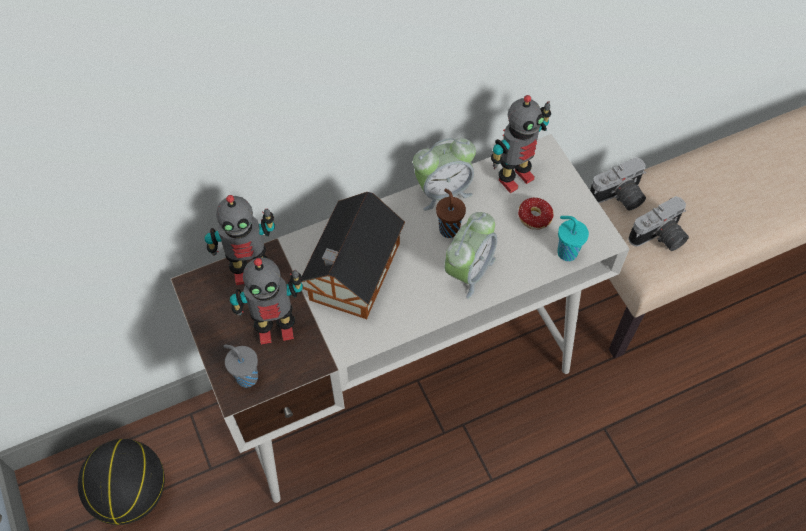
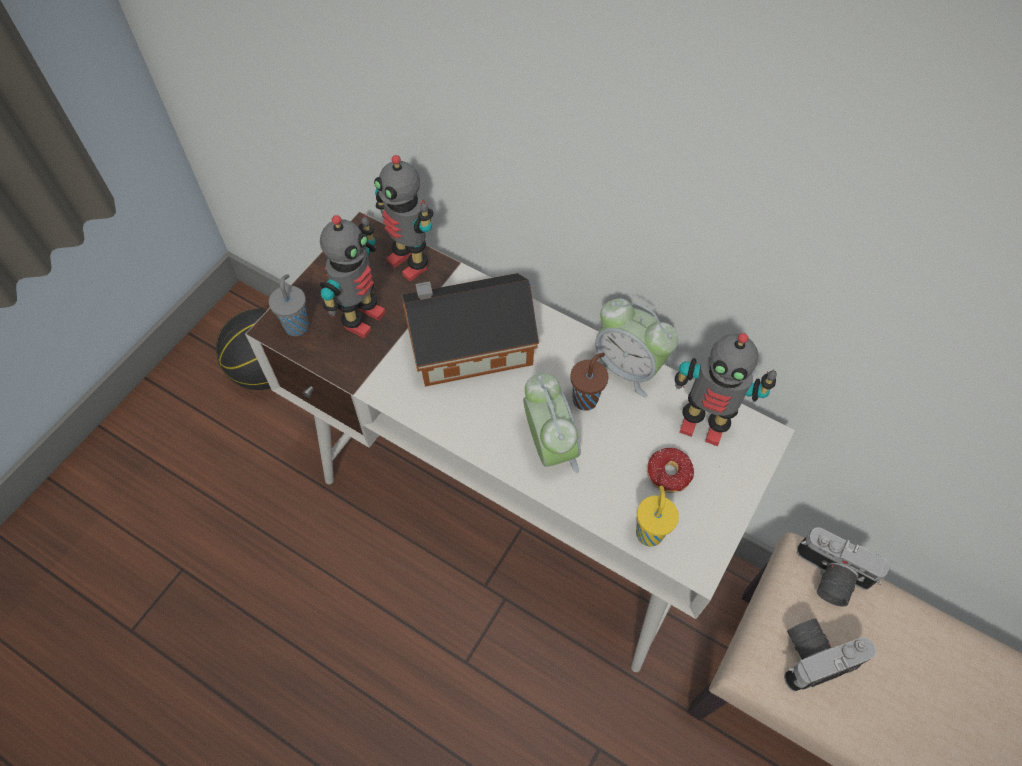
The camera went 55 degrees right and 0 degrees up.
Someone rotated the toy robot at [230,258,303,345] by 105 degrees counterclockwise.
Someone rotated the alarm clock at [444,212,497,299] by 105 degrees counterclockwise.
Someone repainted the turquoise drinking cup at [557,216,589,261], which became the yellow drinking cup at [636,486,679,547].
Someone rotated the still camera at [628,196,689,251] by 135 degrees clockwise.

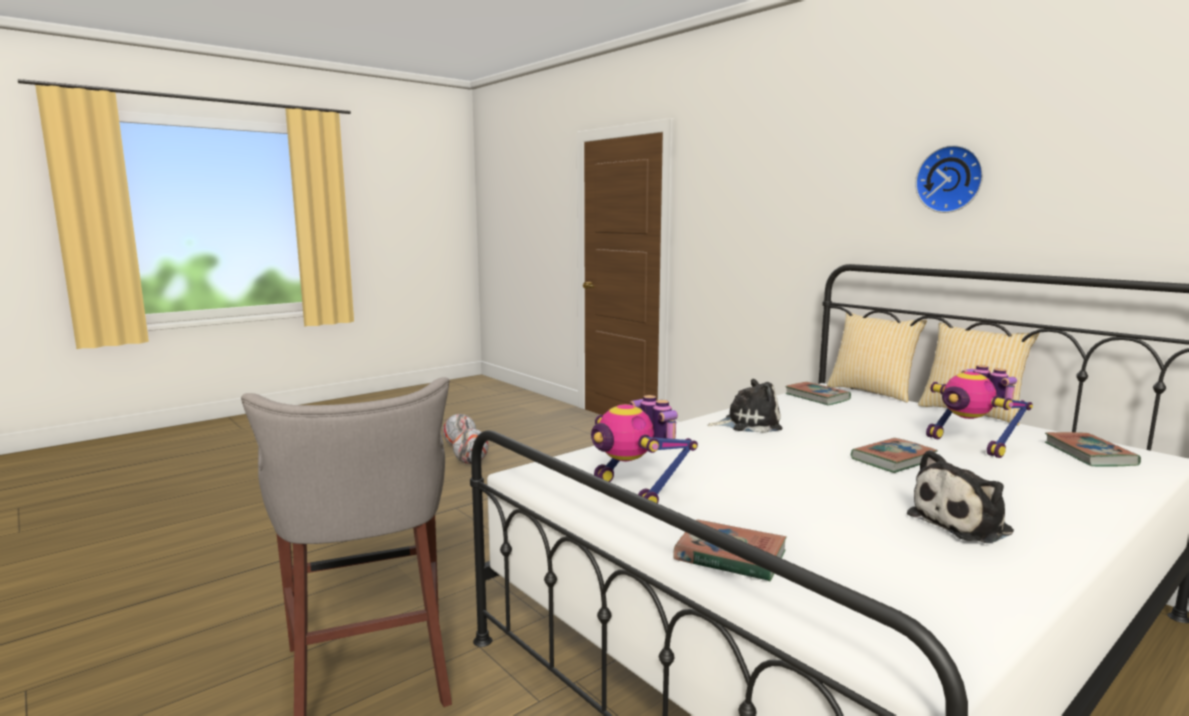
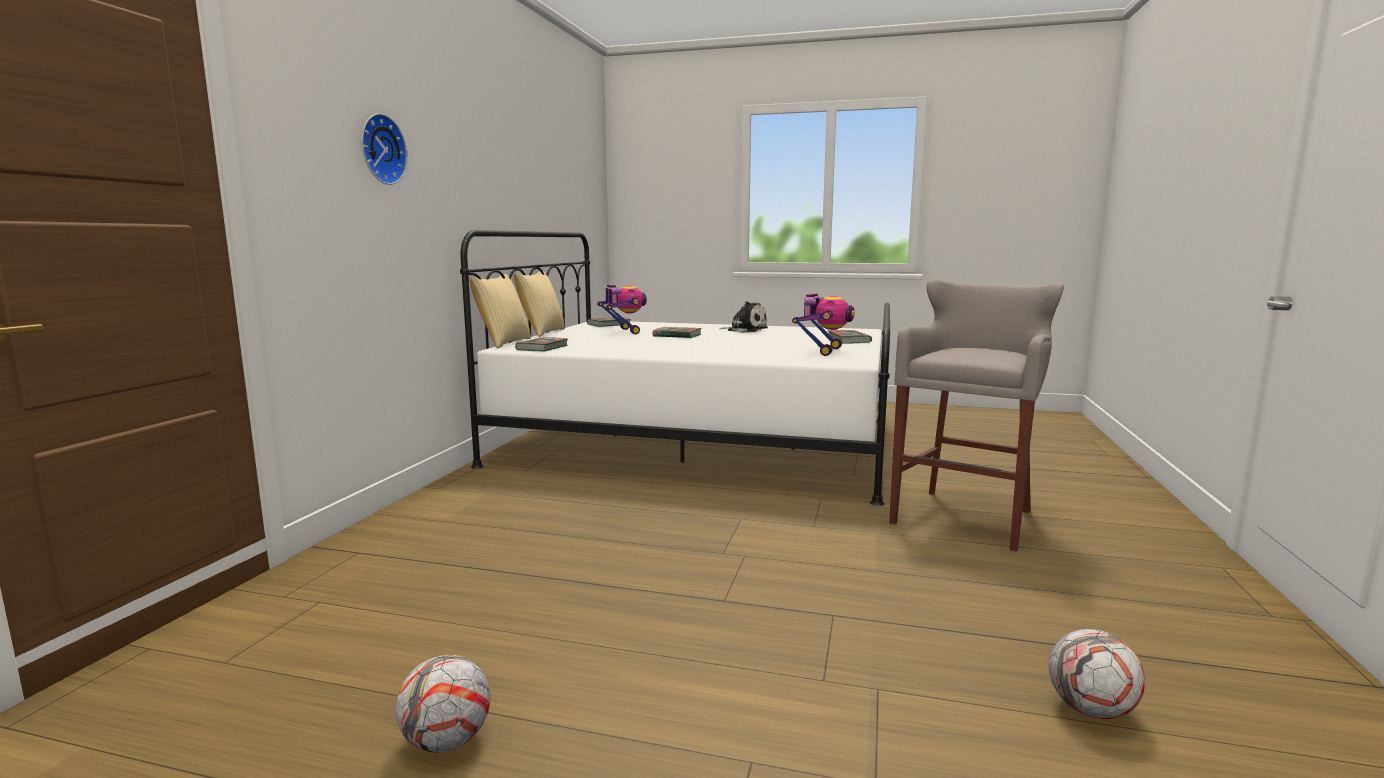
The camera went 125 degrees left and 0 degrees up.
Someone carried the ball for football from [453,428,489,464] to [1049,629,1145,719].
Someone took away the cuddly toy at [707,379,782,433].
Someone carried the clock on the wall from [915,145,983,213] to [361,113,408,185].
Someone rotated the toy robot at [926,365,1033,458] by 45 degrees counterclockwise.

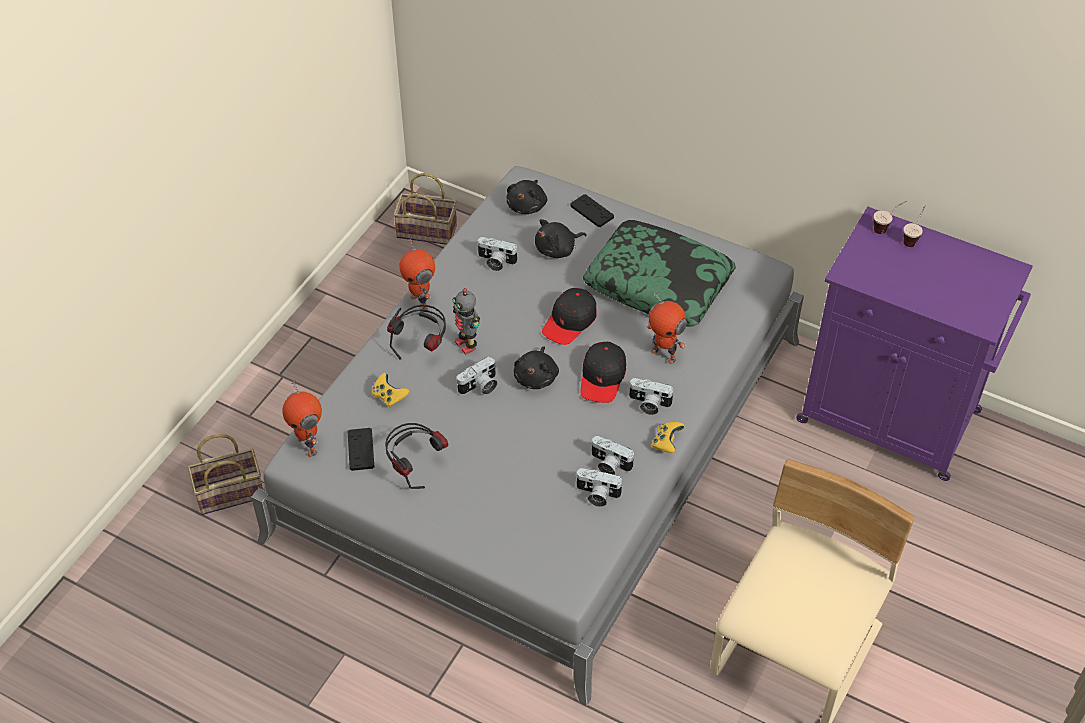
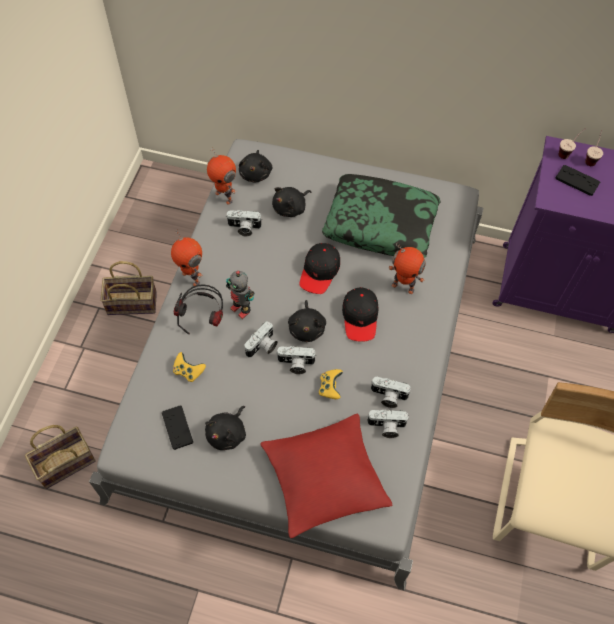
The camera went 15 degrees left and 10 degrees up.
Someone carried the toy robot from [282,381,322,457] to [207,147,236,205].
Someone swapped the headphones at [385,423,448,489] for the blackish cuddly toy at [205,406,246,450].
Someone carried the household basket from [393,173,457,245] to [100,261,157,315].
Someone carried the blackish gamepad from [570,194,614,227] to [556,165,600,196].
Someone carried the still camera from [629,378,674,415] to [276,346,317,374].
Someone carried the yellow gamepad from [652,422,685,453] to [319,369,343,399].
Someone put down the red-coloured cushion at [260,413,393,538].

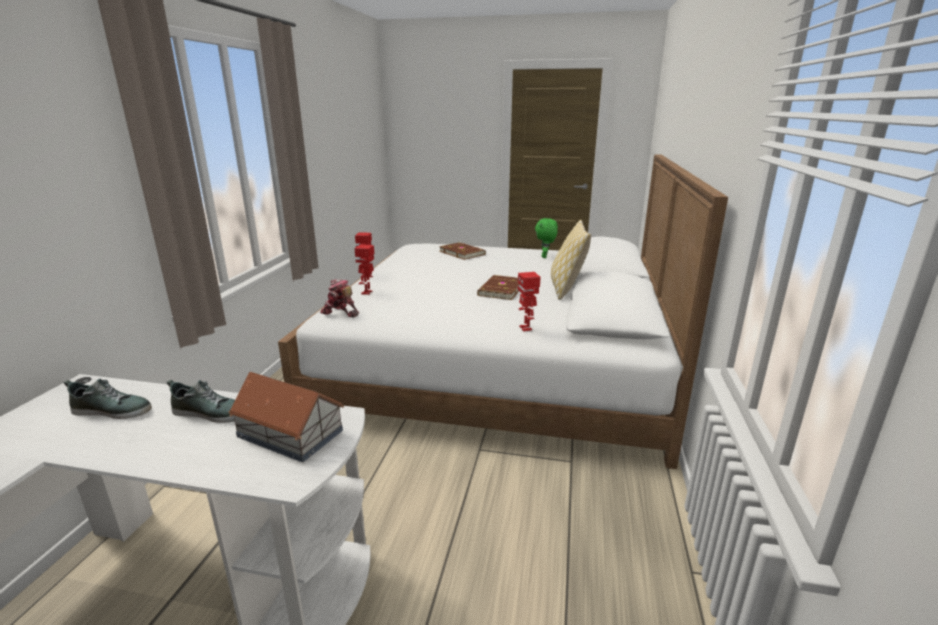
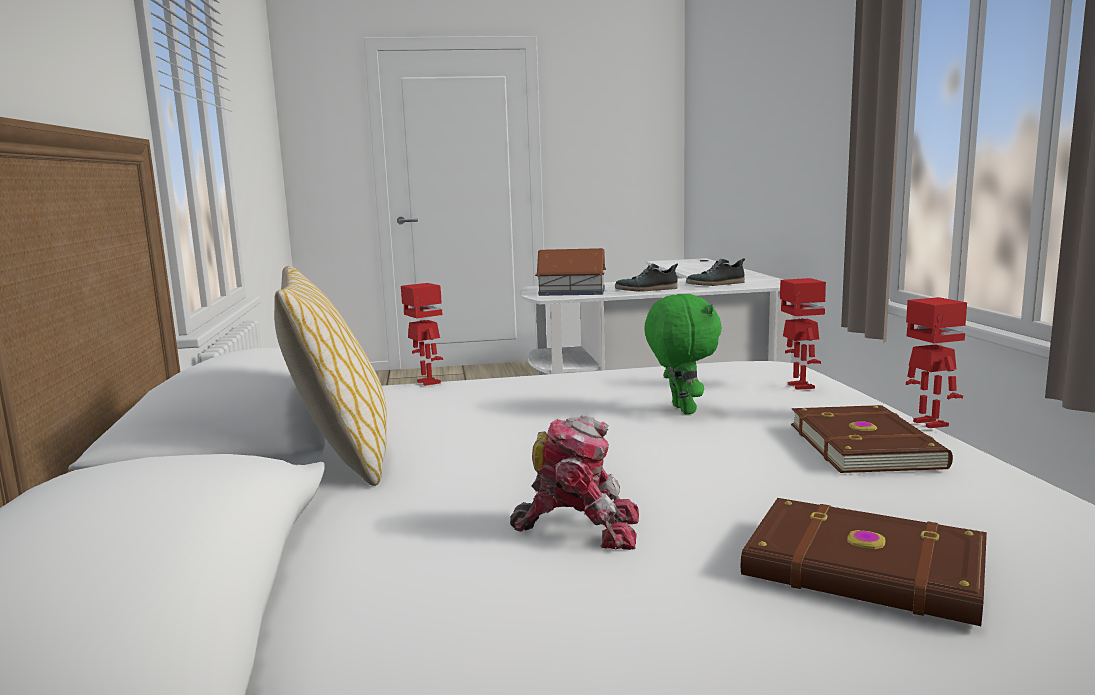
The camera went 160 degrees right and 10 degrees down.
Someone carried the toy robot from [320,279,359,318] to [510,416,639,550].
Someone carried the brown-coloured volume from [477,275,519,300] to [791,405,953,473].
Someone carried the greenish cuddly toy from [535,218,558,258] to [644,294,722,414].

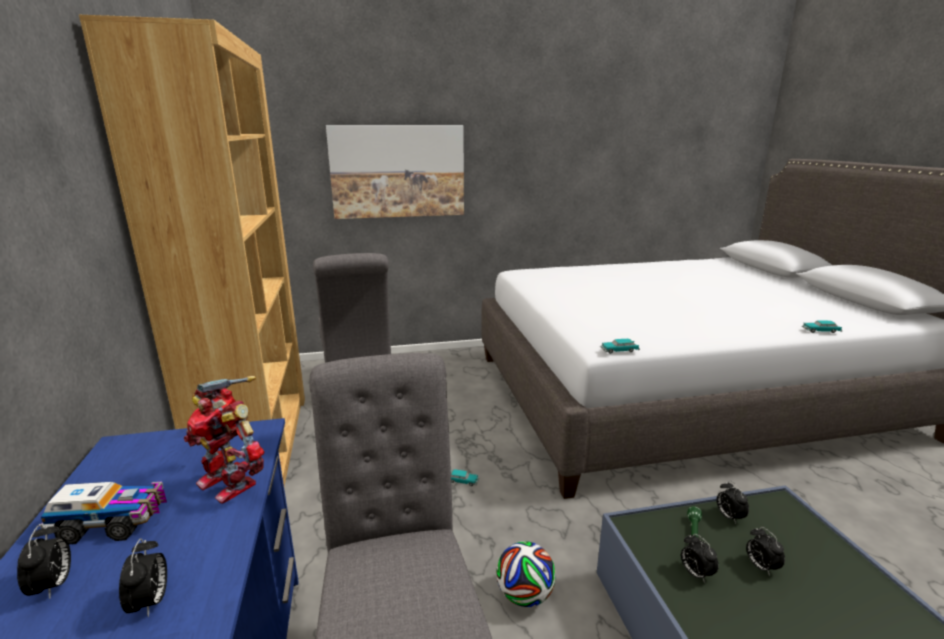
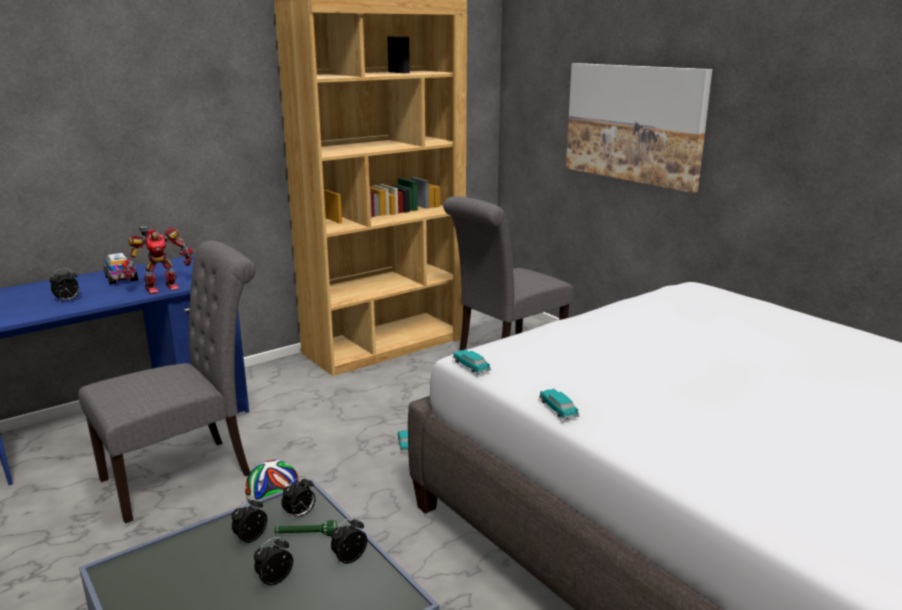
The camera went 65 degrees right and 0 degrees up.
Someone carried the alarm clock from [17,524,71,599] to [281,476,315,520].
Someone rotated the toy robot at [184,376,264,504] by 135 degrees counterclockwise.
Someone carried the toy car from [802,320,842,333] to [539,388,579,420].

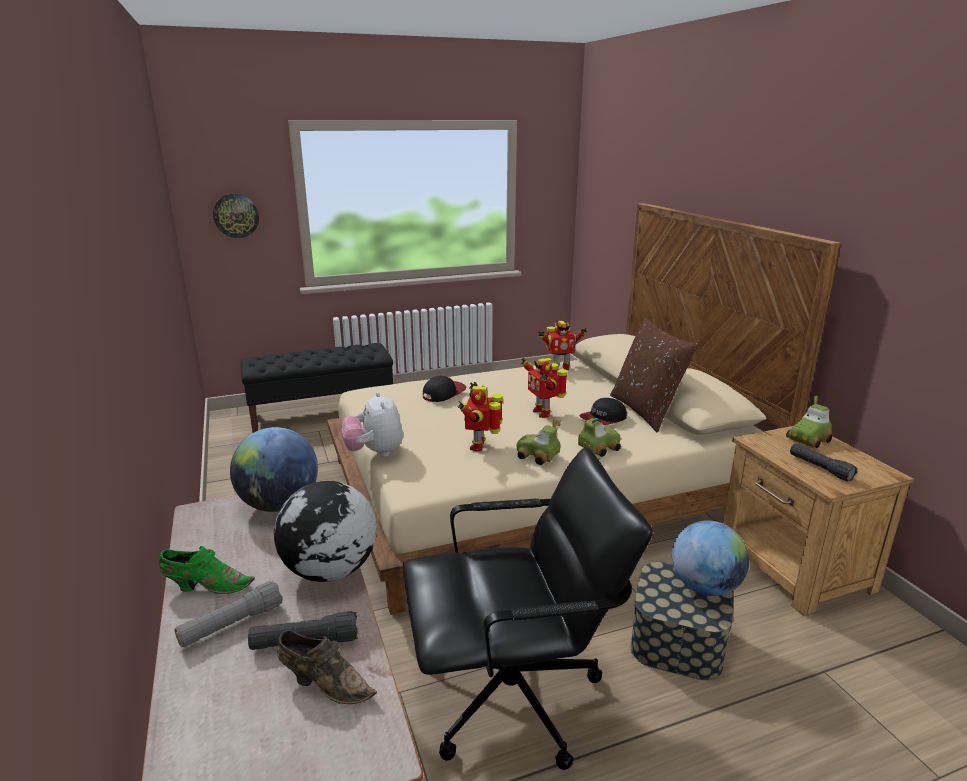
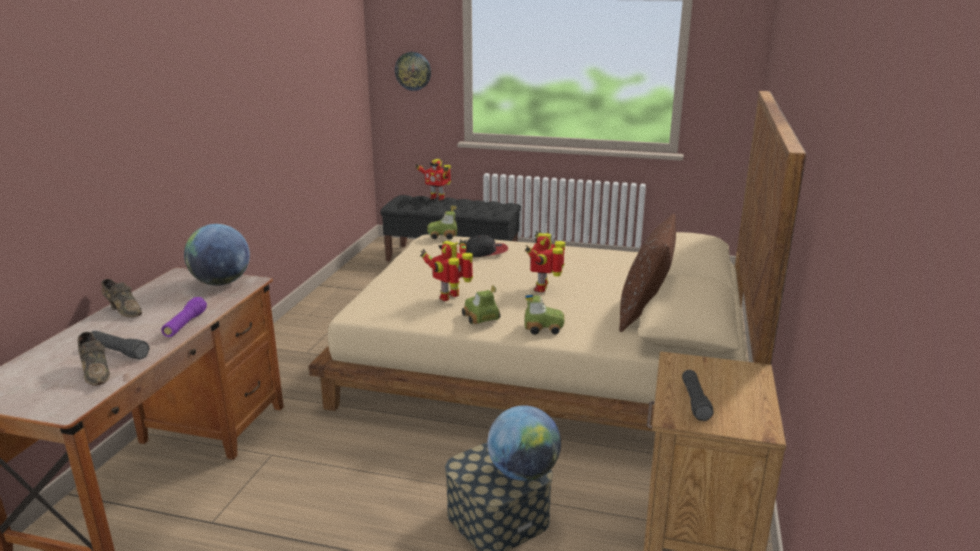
The camera went 35 degrees right and 0 degrees up.
Someone repainted the greenish shoe at [158,546,255,594], which became the brown-coloured shoe at [101,279,142,318].
Someone took away the grey torch at [175,581,283,647].
Someone swapped the globe at [274,481,377,582] for the purplish torch at [162,297,207,337].
Someone took away the cuddly toy at [342,392,403,457].
Someone took away the blackish computer chair at [402,447,653,770].
Someone carried the toy robot from [538,321,587,370] to [415,159,451,200].
Someone took away the cap at [579,398,627,425].
Someone carried the toy car from [786,395,832,448] to [427,205,457,240].

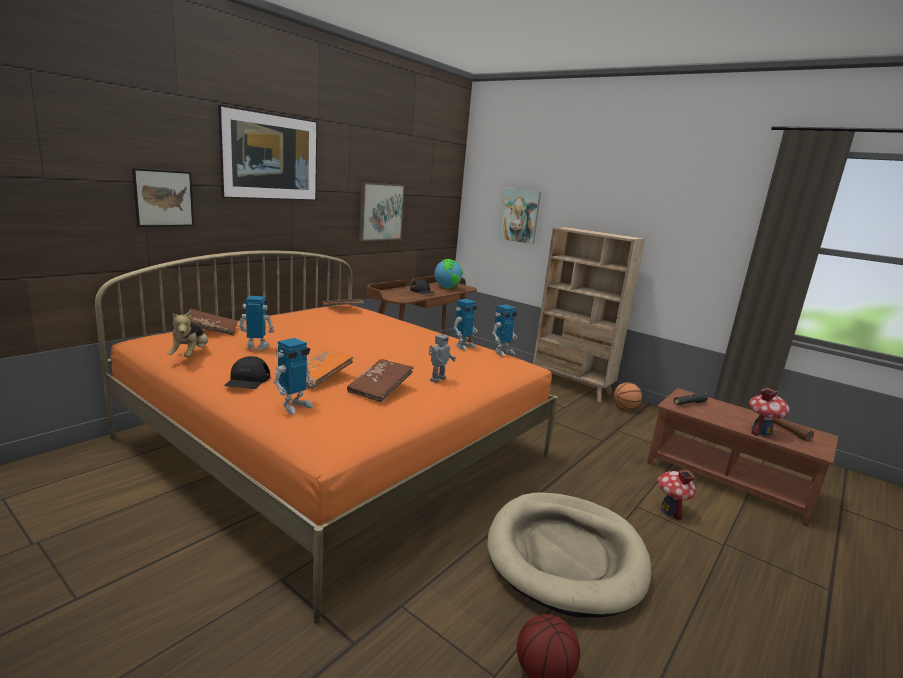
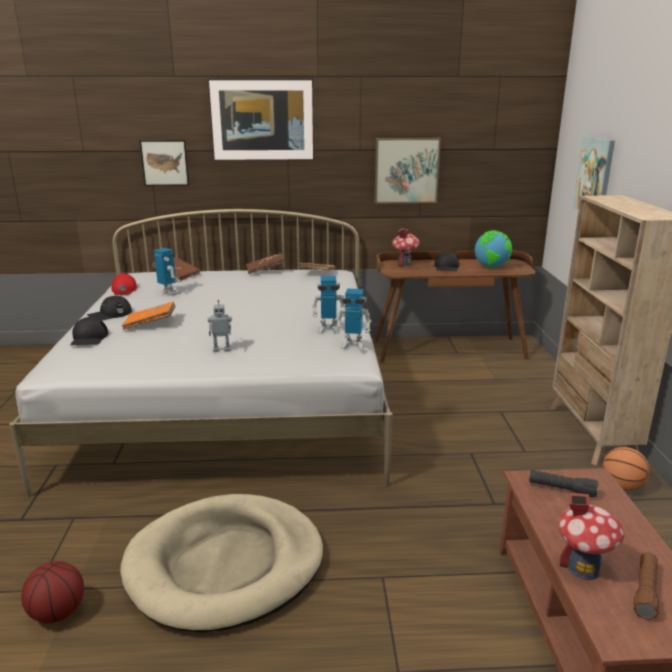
The camera went 50 degrees right and 5 degrees up.
Someone repainted the orangey bedroom bed at [95,250,558,624], which became the white-coloured bedroom bed at [9,209,393,498].
Someone swapped the cuddly toy at [167,310,208,357] for the red-coloured cap at [112,273,137,295].
Someone swapped the toy robot at [273,338,315,415] for the blackish cap at [70,317,108,345].
Someone carried the brown-coloured volume from [347,359,413,402] to [246,253,285,274].
Someone carried the miniature house from [658,470,696,520] to [392,229,420,267].

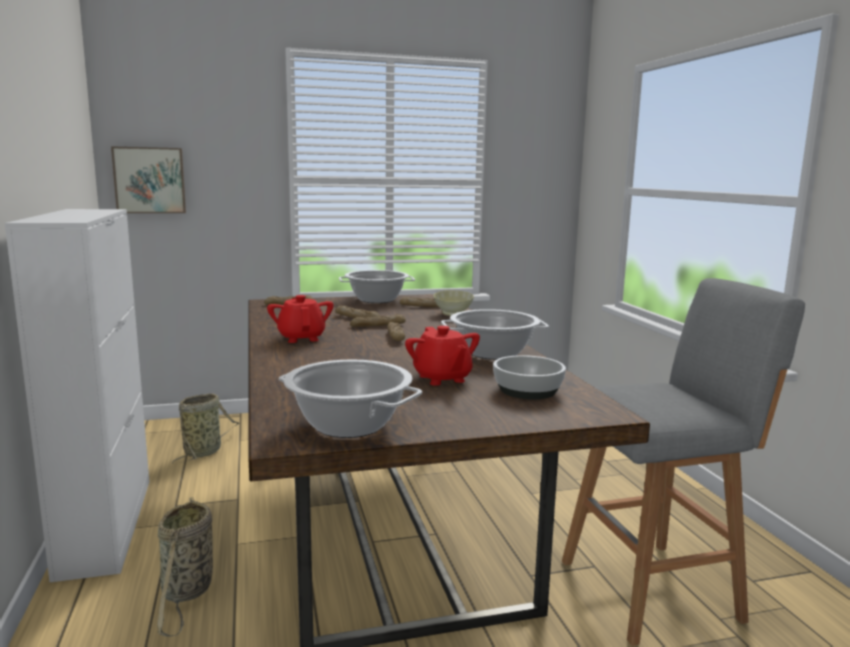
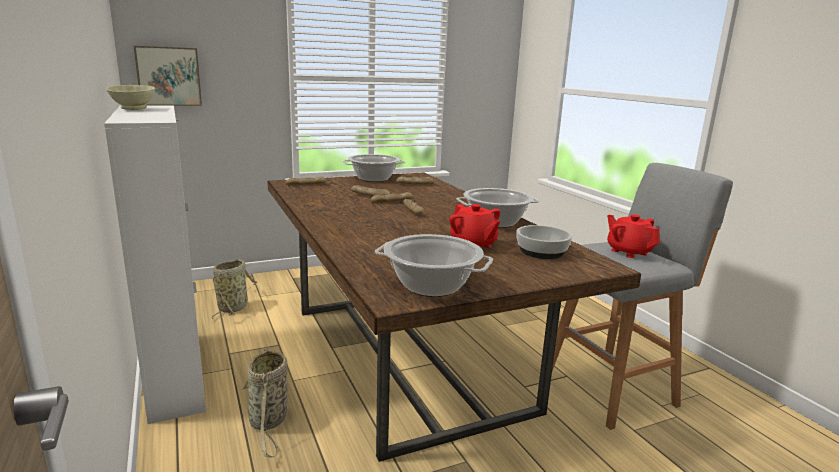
The camera went 10 degrees left and 5 degrees up.
Someone carried the red-coloured teapot from [267,295,334,343] to [607,214,660,258].
Someone carried the beige-coloured bowl from [433,290,474,316] to [106,85,155,110].

